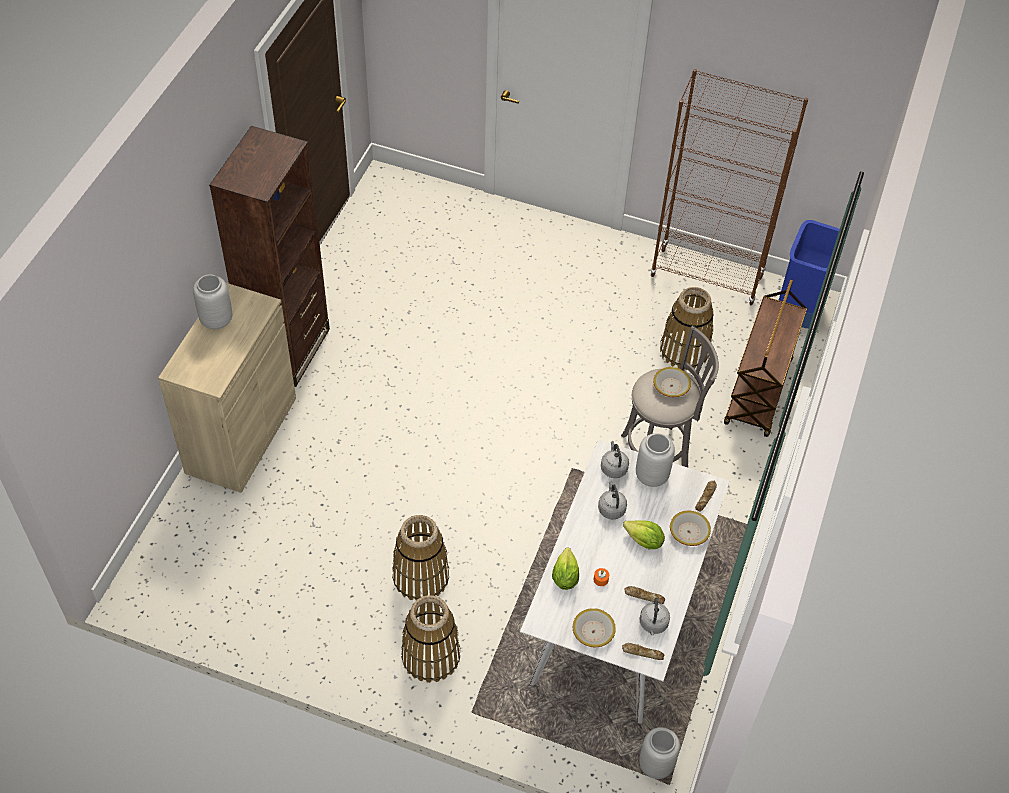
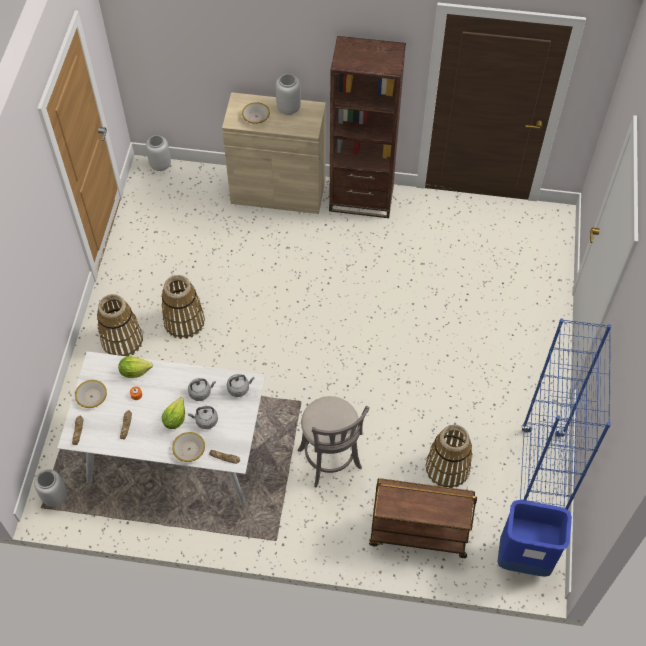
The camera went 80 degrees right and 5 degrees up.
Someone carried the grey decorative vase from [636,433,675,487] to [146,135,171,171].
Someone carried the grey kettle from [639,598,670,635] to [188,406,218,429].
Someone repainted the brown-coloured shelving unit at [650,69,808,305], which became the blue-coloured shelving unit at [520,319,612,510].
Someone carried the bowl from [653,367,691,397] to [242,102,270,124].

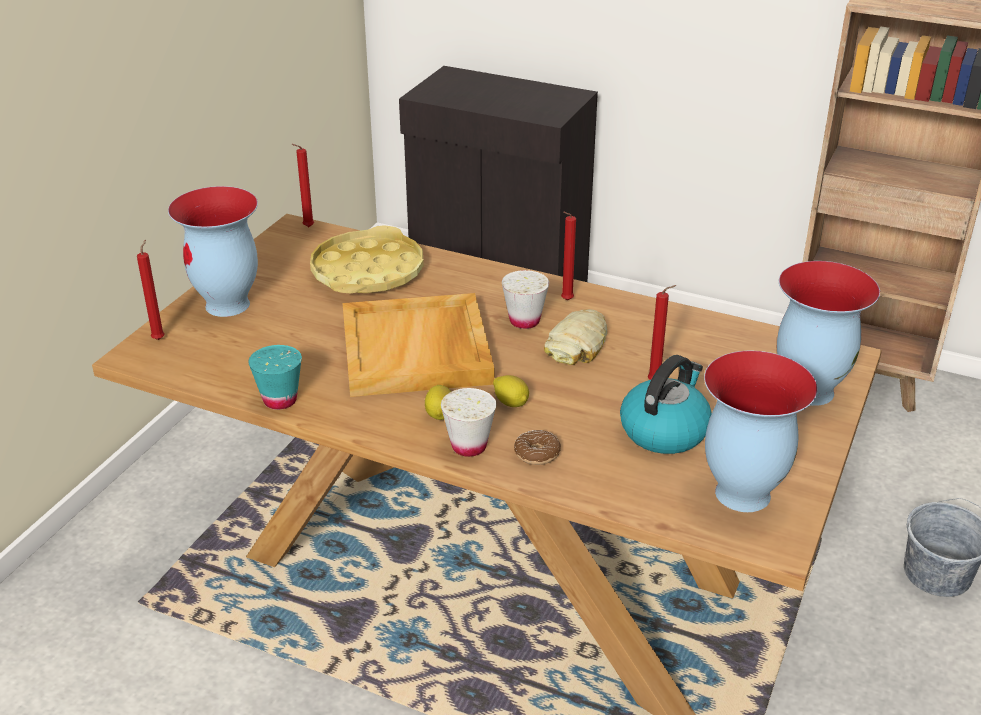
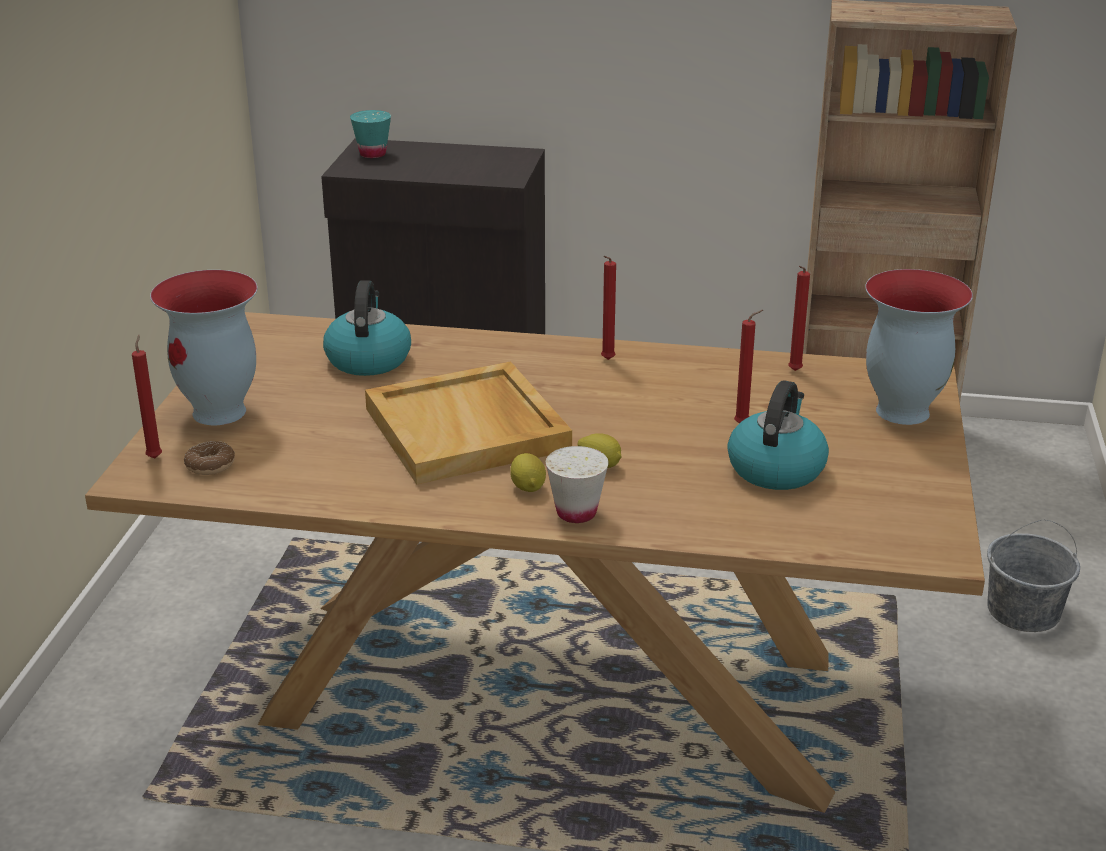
The camera went 15 degrees left and 5 degrees down.
Someone carried the turquoise drinking cup from [248,345,302,410] to [350,110,391,158].
Someone carried the red-coloured wax light from [292,144,314,227] to [788,266,810,371].
Someone swapped the yellow carrying tray at [310,225,424,293] for the kettle at [323,280,411,376].
Someone took away the white-coloured drinking cup at [502,270,549,329].
Someone carried the donut from [514,430,561,465] to [184,441,235,475].
Someone took away the baked bread at [544,309,608,365].
Someone took away the decorative vase at [704,351,818,512].

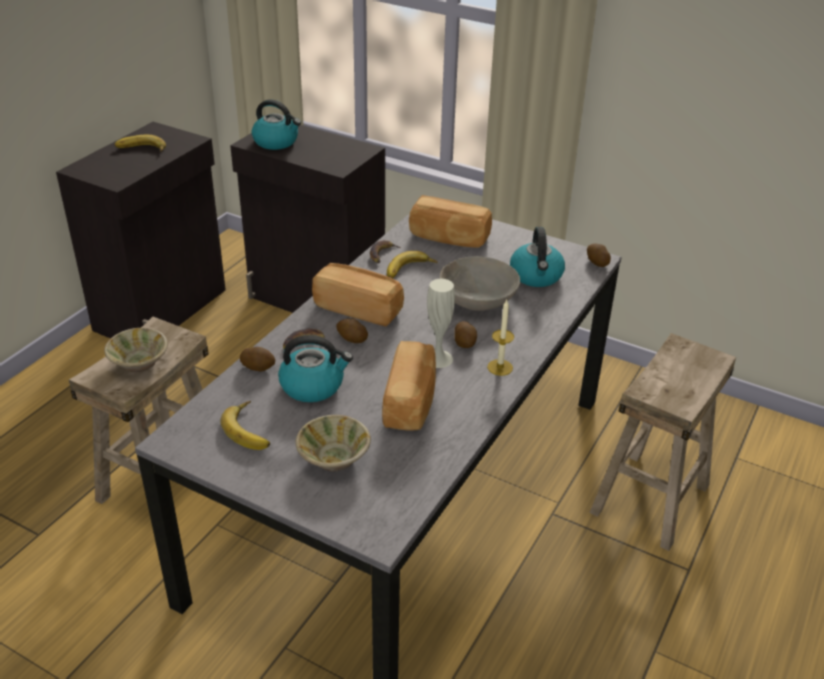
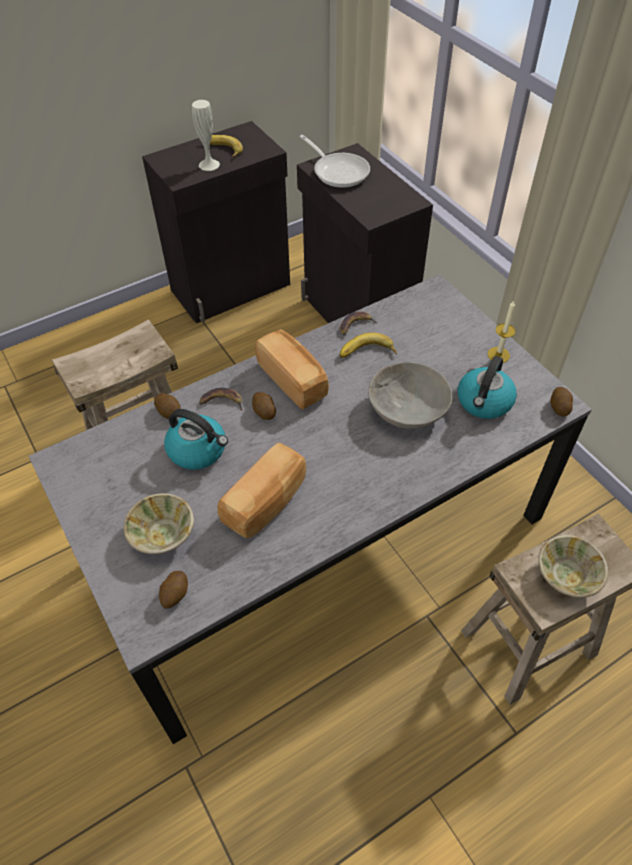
The camera went 30 degrees right and 15 degrees up.
Someone carried the beige-coloured bowl from [104,328,168,372] to [538,535,608,598].
Someone took away the banana fruit at [220,401,270,450].
Someone swapped the kettle at [252,99,301,150] for the pan at [300,135,370,188].
Someone took away the baked bread at [409,195,492,248].
Someone carried the white-coloured decorative vase from [427,279,455,368] to [192,100,220,171].
Someone carried the whole potato from [454,321,477,348] to [159,571,188,609].
Someone carried the wax light from [487,300,514,376] to [488,300,515,363].

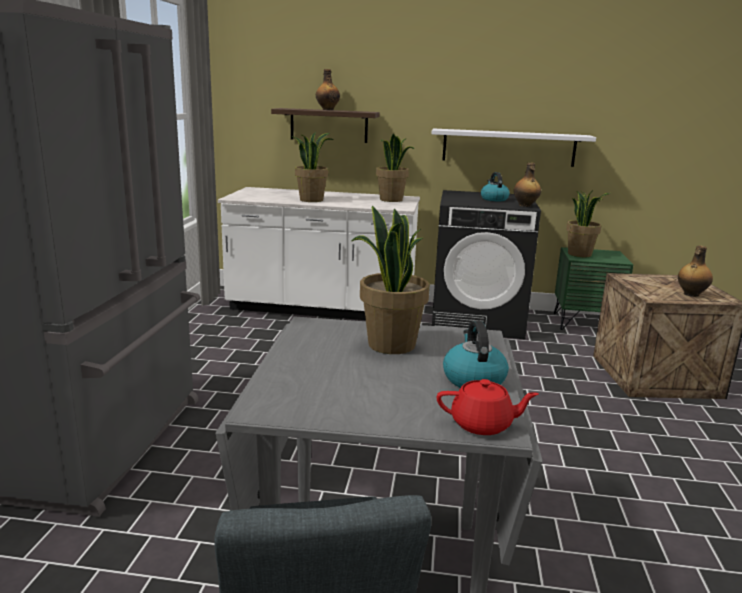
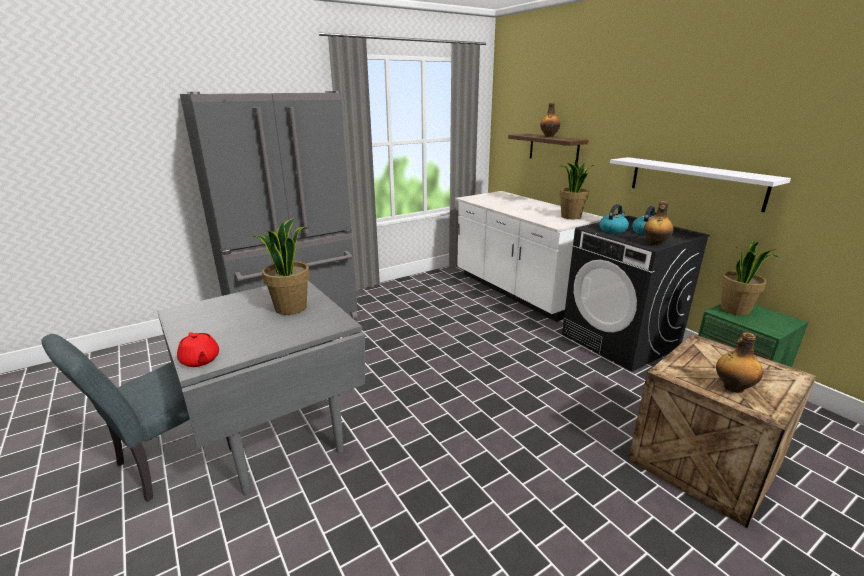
The camera went 50 degrees right and 5 degrees up.
Someone took away the plant in a pot at [291,132,333,202].
Someone carried the kettle from [443,321,509,388] to [599,204,629,233].

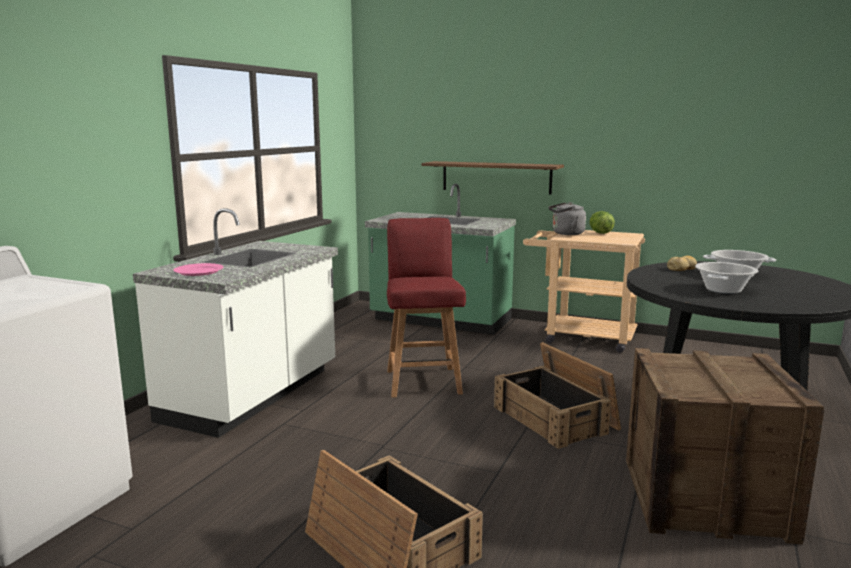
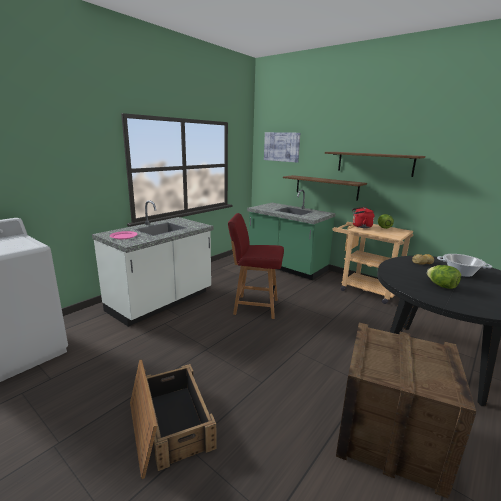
The camera went 15 degrees right and 5 degrees up.
Someone rotated the red-coloured chair at [387,218,466,398] by 90 degrees counterclockwise.
Someone took away the packing crate at [494,342,621,449].
Someone repainted the grey kettle at [549,202,586,235], which became the red-coloured kettle at [352,207,375,228].
Someone swapped the cooking pot at [695,262,758,294] for the lettuce at [427,265,461,289].
Someone put up the wall picture at [264,132,300,163].
Someone put up the shelf at [325,152,425,177].

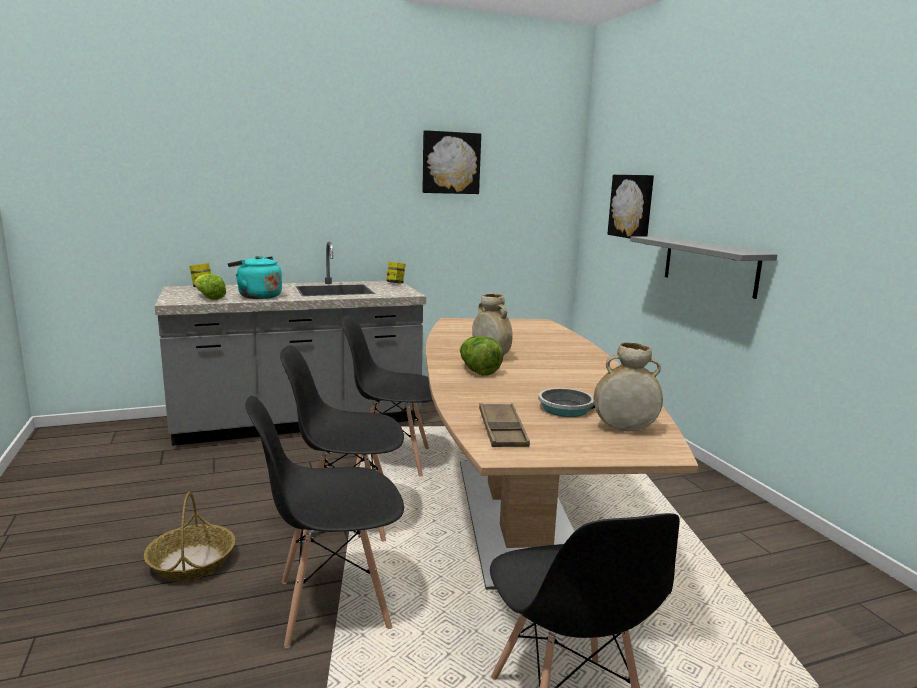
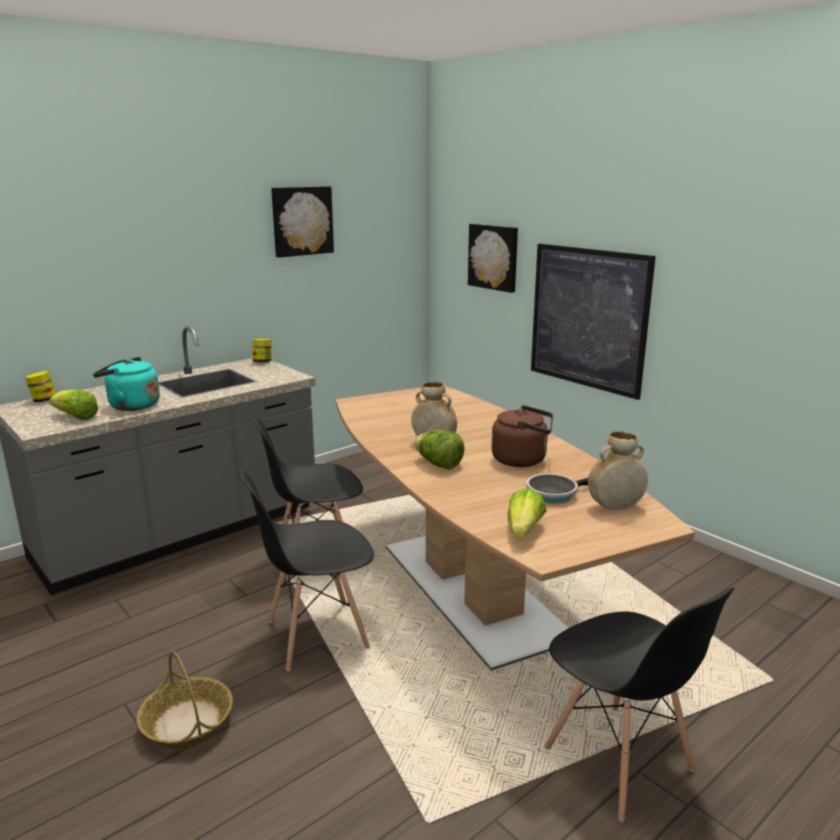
The camera went 20 degrees left and 5 degrees up.
Someone took away the blackish chair at [245,396,404,648].
Someone swapped the brown-coloured carrying tray at [479,403,530,447] for the lettuce at [508,488,546,539].
Someone swapped the grey shelf at [630,236,777,299] for the wall picture at [531,244,656,400].
Someone put down the brown-coloured kettle at [491,405,553,467].

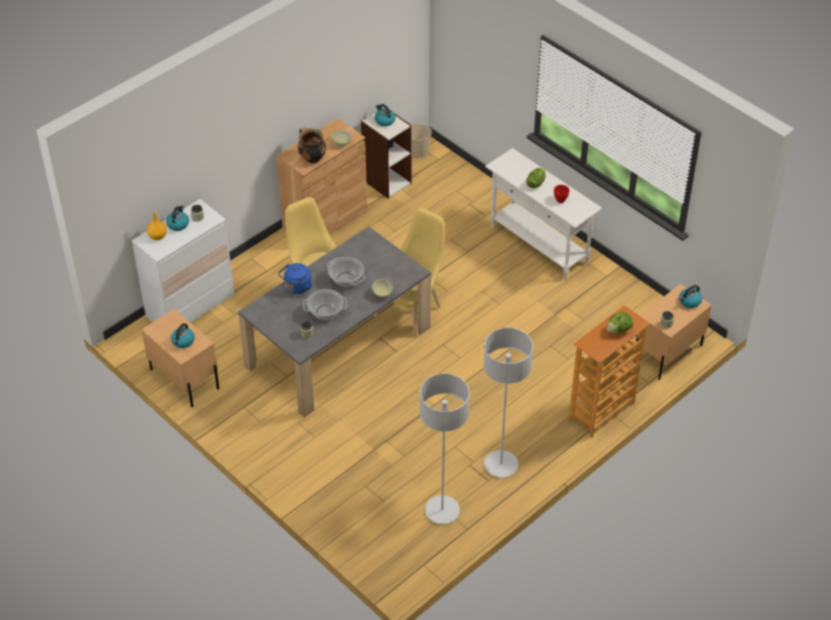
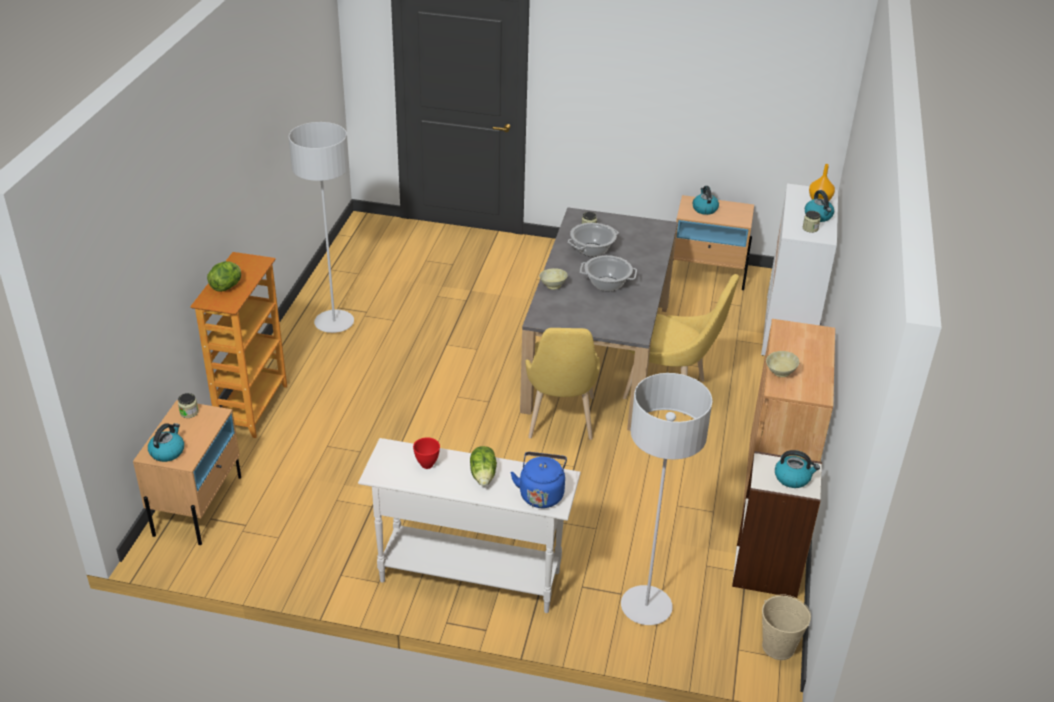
The camera went 145 degrees right and 10 degrees down.
Someone carried the blue-coloured kettle from [278,263,312,294] to [510,452,567,508].
Someone took away the cooking pot at [298,127,326,163].
Someone carried the grey floor lamp from [420,373,470,524] to [621,373,713,625].

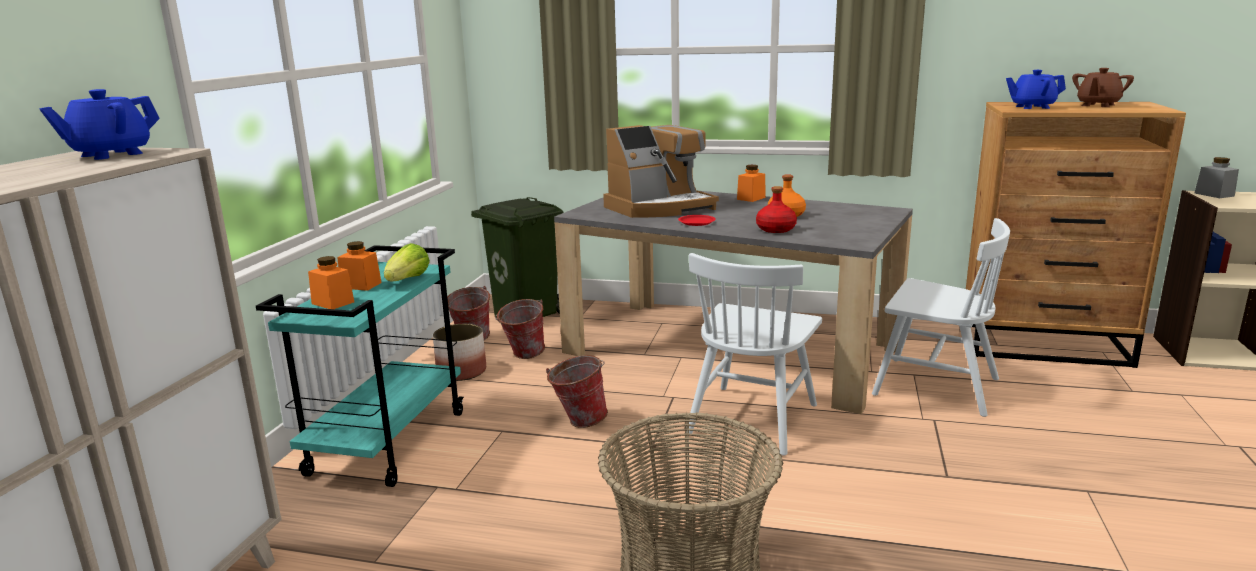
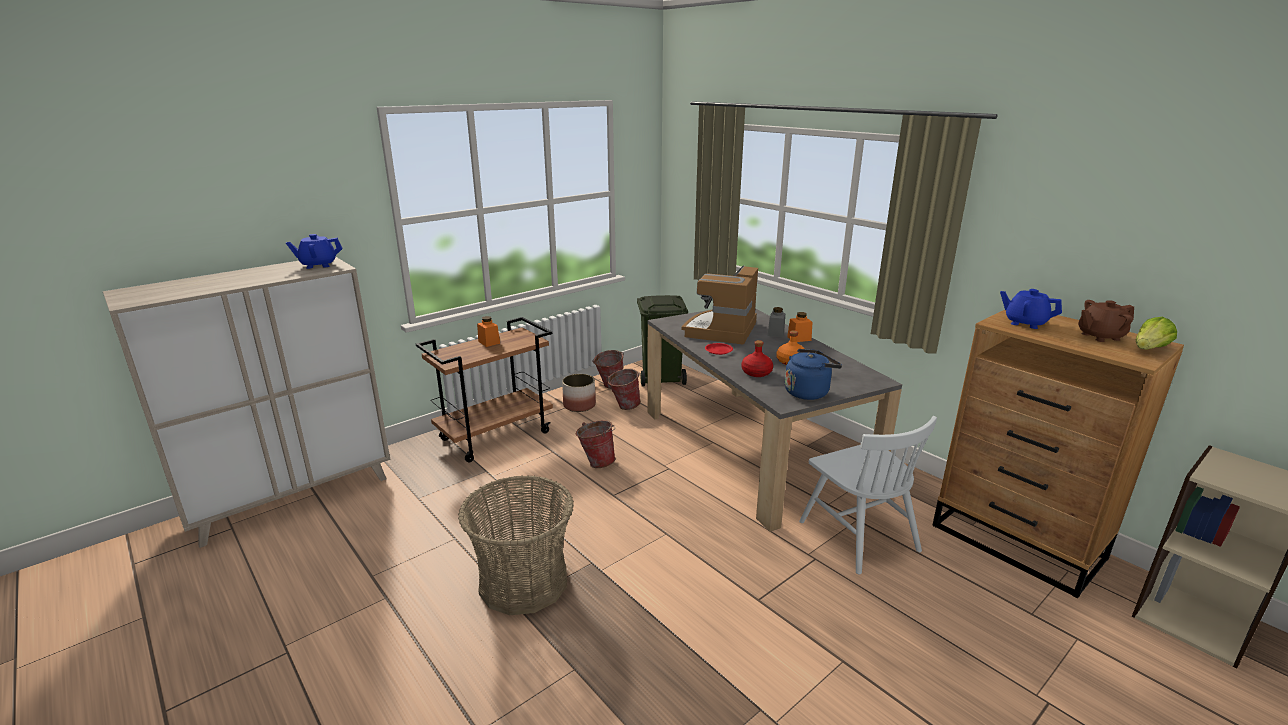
The camera went 35 degrees right and 5 degrees up.
Someone repainted the turquoise trolley at [256,245,464,487], which became the brown-coloured trolley at [416,317,553,462].
Someone took away the orangey storage jar at [308,256,354,309].
Someone carried the lettuce from [384,243,430,281] to [1136,317,1177,350].
Someone rotated the coffee maker at [603,125,719,218] by 105 degrees clockwise.
Someone took away the white-coloured chair at [689,253,822,456].
Someone carried the grey storage jar from [1195,157,1239,198] to [768,307,785,338].
Someone put down the blue-coloured kettle at [785,349,842,400].

